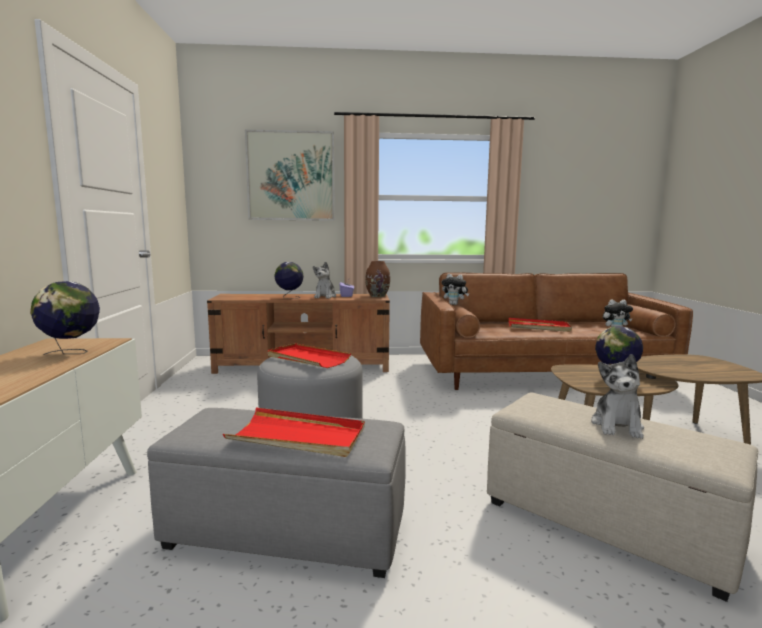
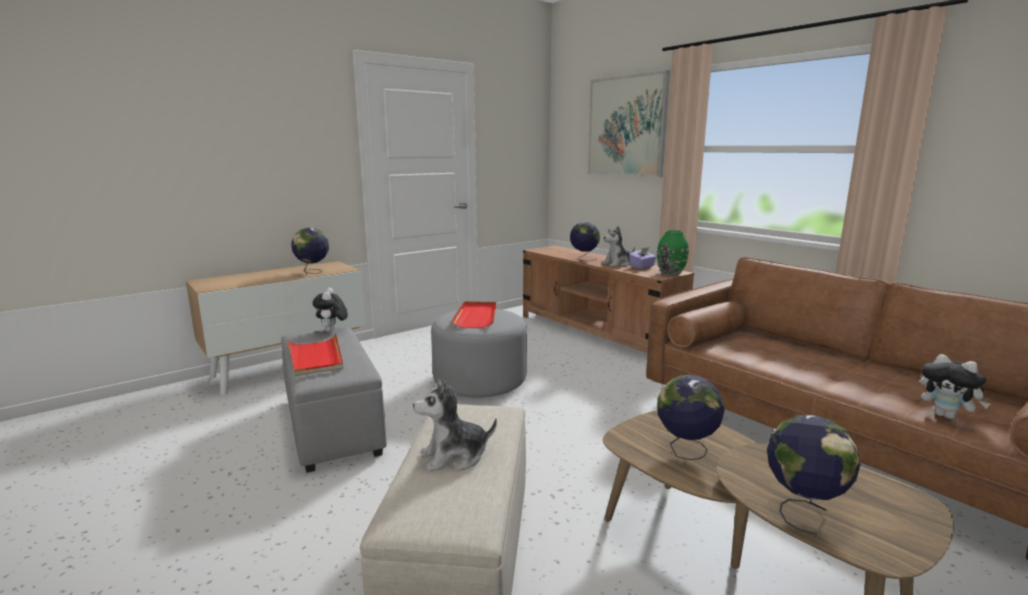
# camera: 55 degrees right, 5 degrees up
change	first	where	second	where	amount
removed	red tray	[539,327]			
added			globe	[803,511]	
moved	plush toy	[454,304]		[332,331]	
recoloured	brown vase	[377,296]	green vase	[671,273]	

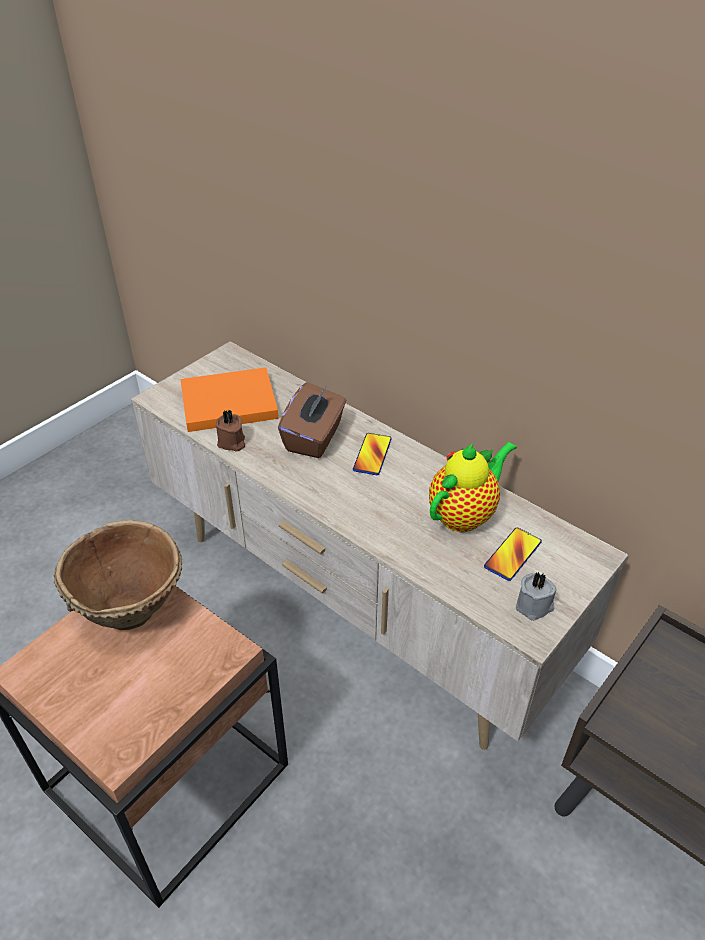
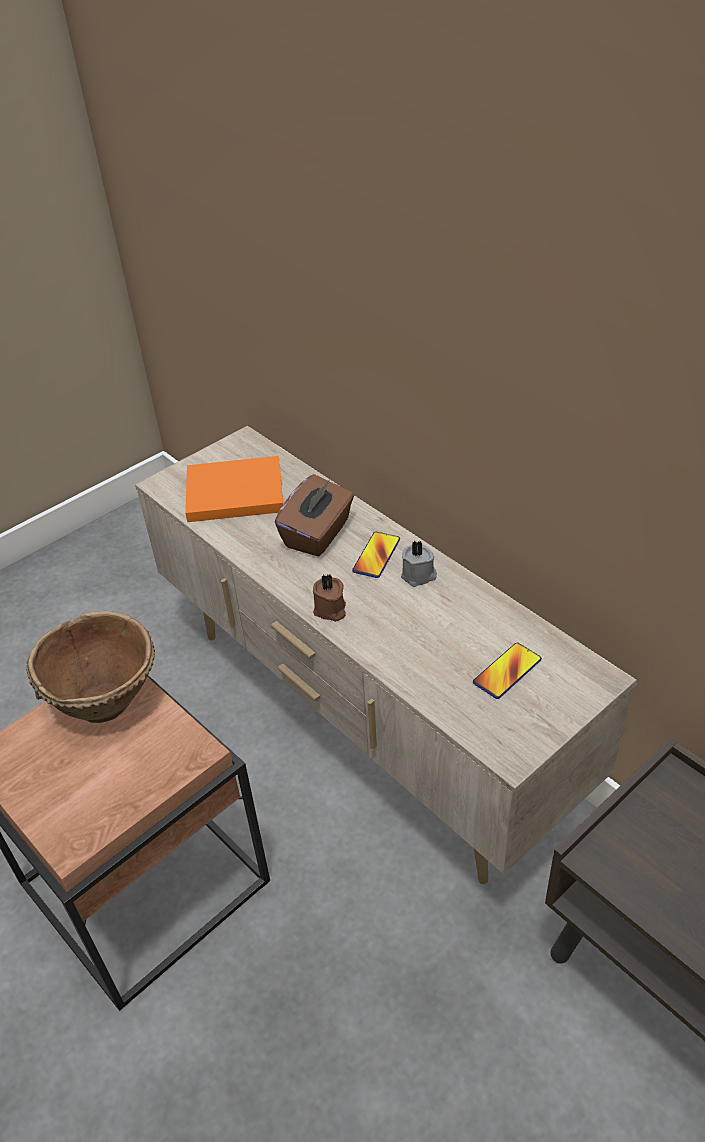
# camera: 10 degrees right, 0 degrees up
change	first	where	second	where	amount
removed	teapot	[465,514]			
moved	brown candle	[231,443]		[330,610]	
moved	grey candle	[535,606]		[419,576]	

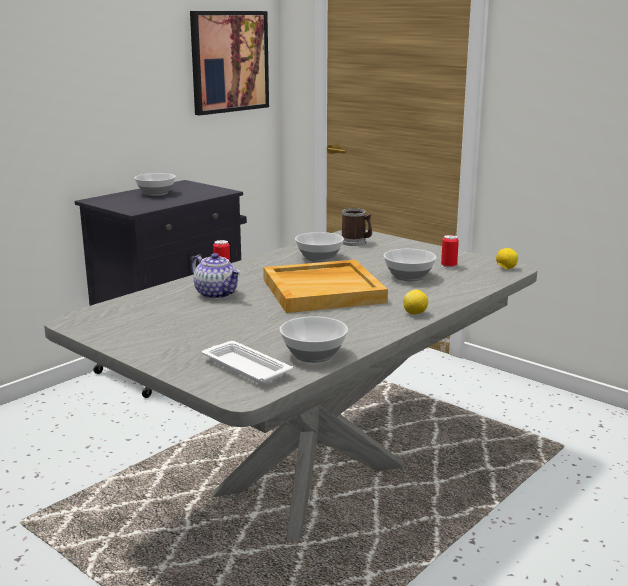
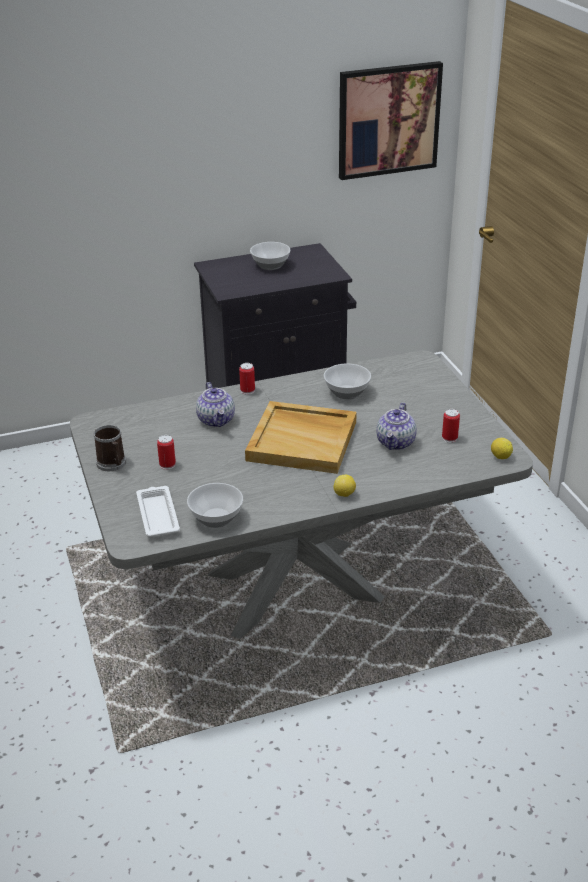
# camera: 30 degrees right, 15 degrees up
change	first	where	second	where	amount
added			can	[167,465]	
moved	mug	[356,242]		[113,464]	
replaced	bowl	[409,276]	teapot	[396,443]	

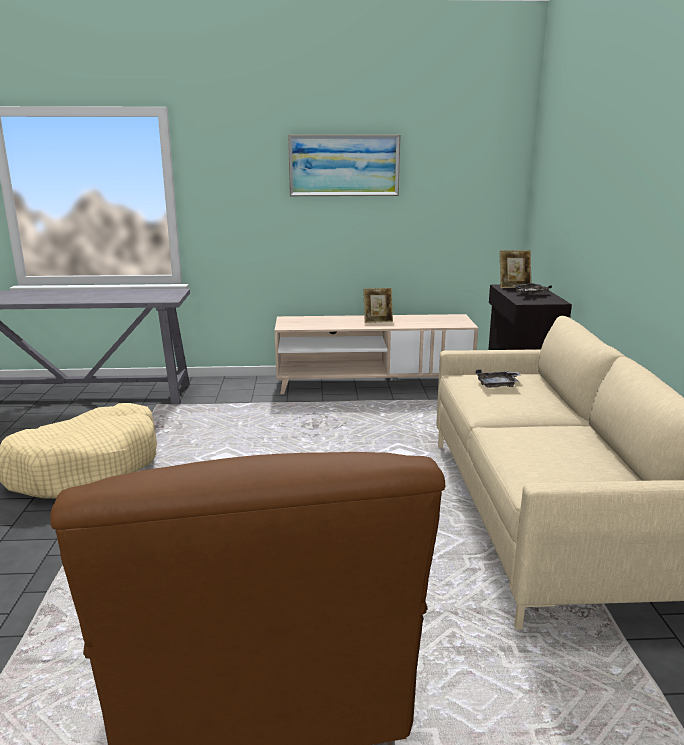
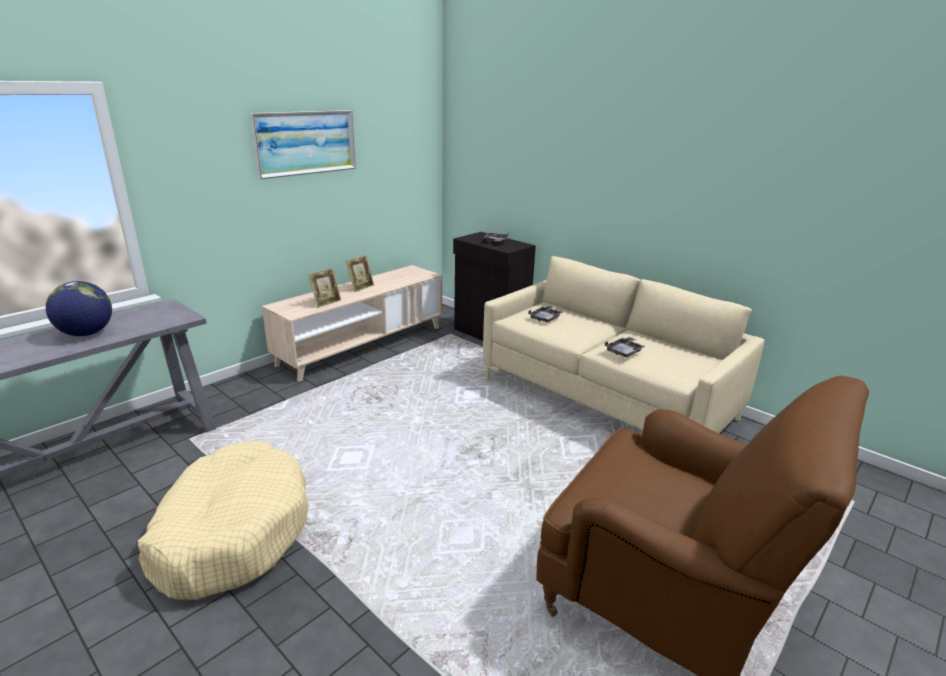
# camera: 45 degrees left, 5 degrees up
change	first	where	second	where	amount
added			globe	[86,334]	
added			grey tray	[624,352]	
moved	picture frame	[514,286]		[326,303]	

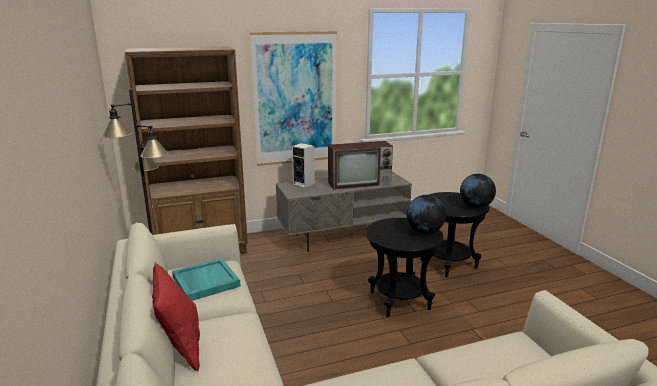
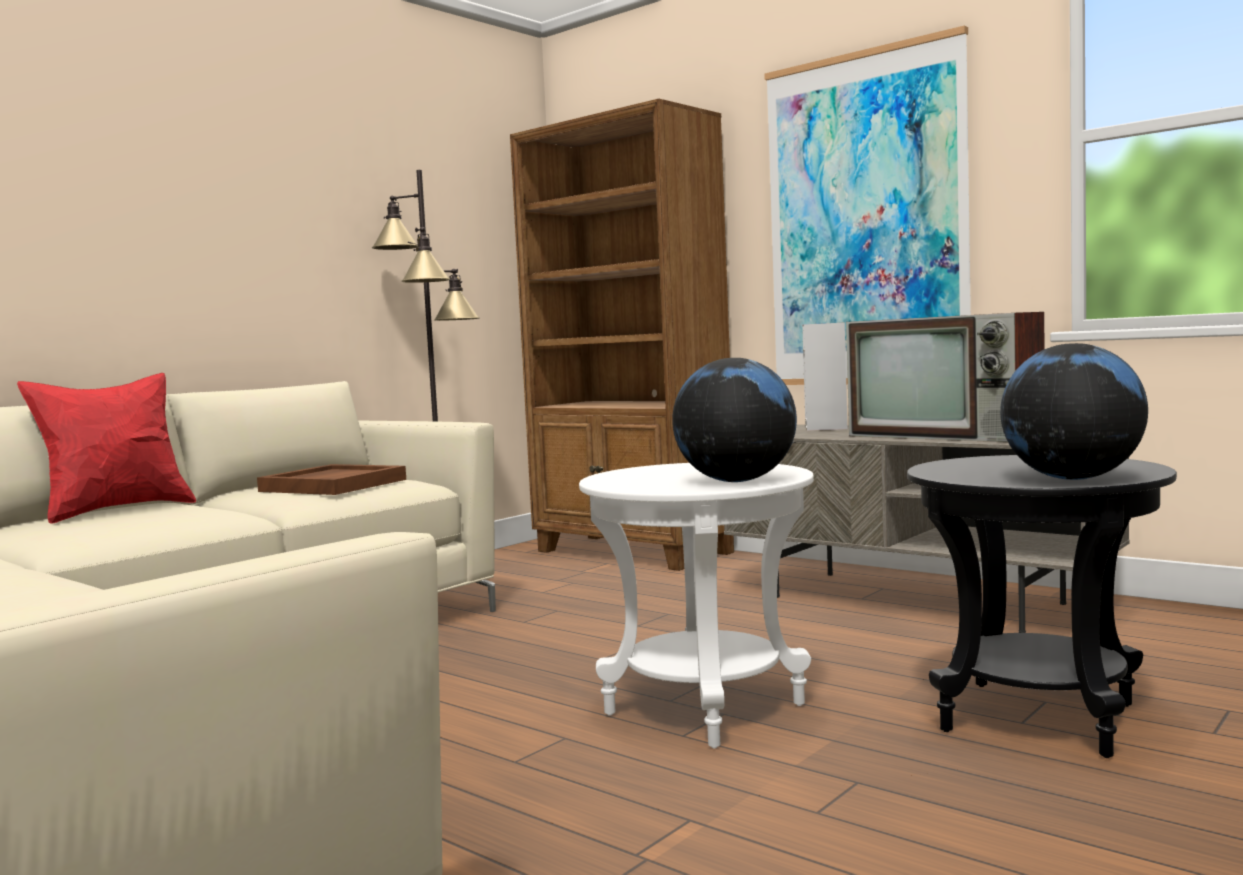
# camera: 60 degrees right, 15 degrees down
change	first	where	second	where	amount
recoloured	turquoise tray	[205,281]	brown tray	[333,485]	
recoloured	black side table	[399,301]	white side table	[704,710]	

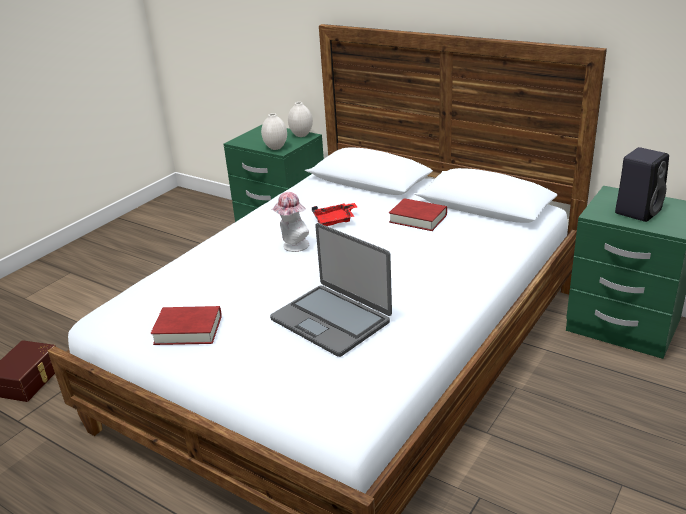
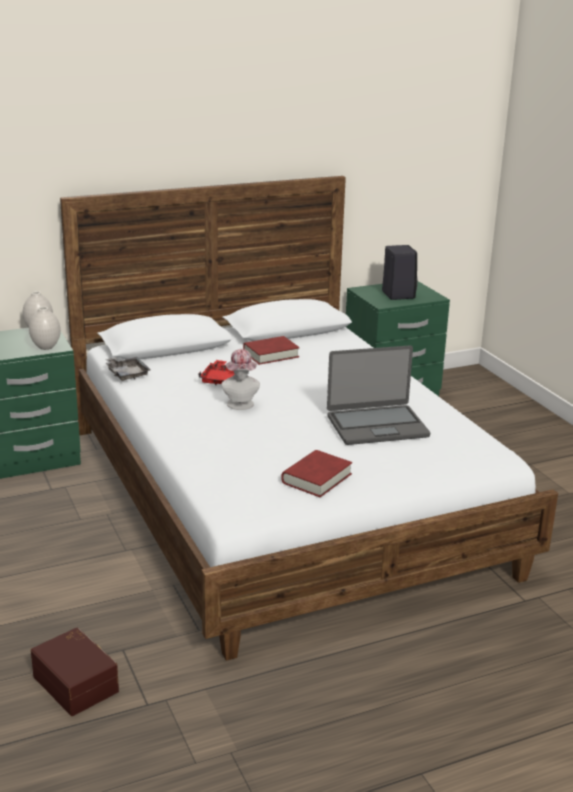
# camera: 60 degrees left, 5 degrees down
change	first	where	second	where	amount
added			grey tray	[127,374]	

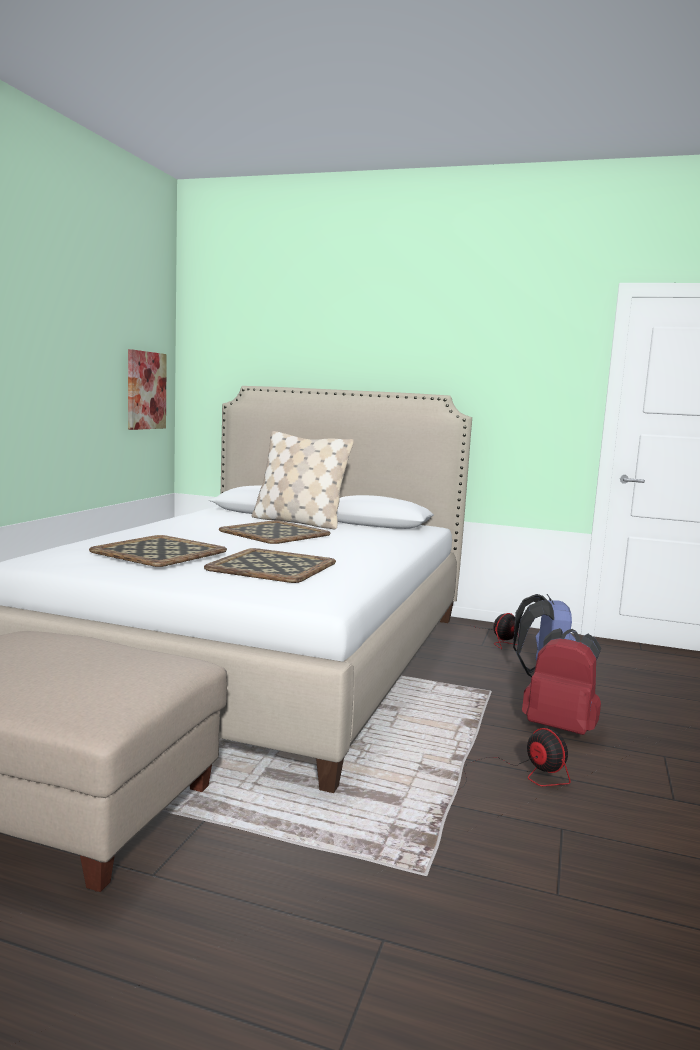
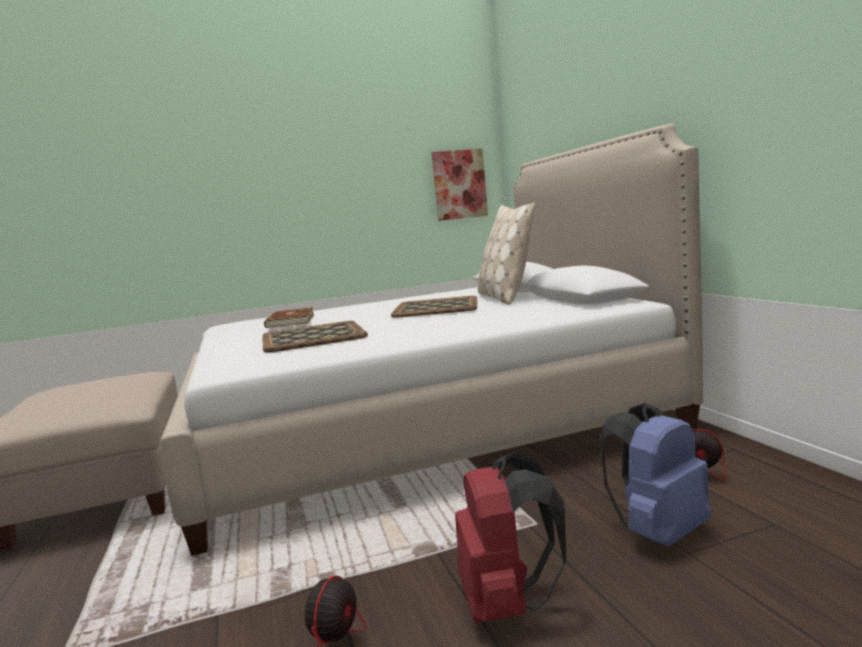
# camera: 55 degrees right, 0 degrees up
change	first	where	second	where	amount
replaced	tray	[159,552]	brown book	[289,321]	

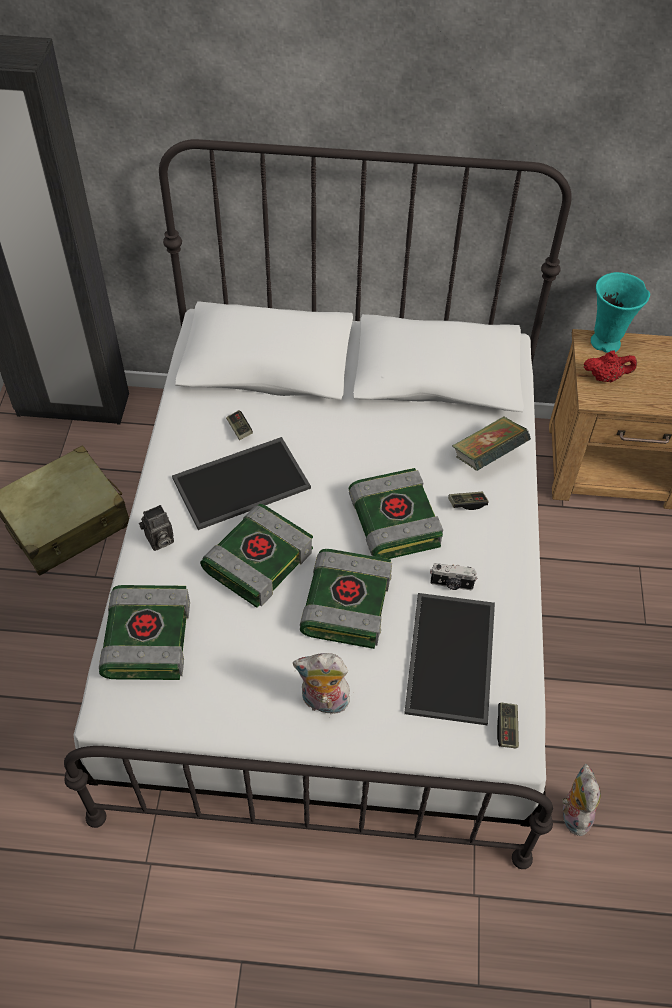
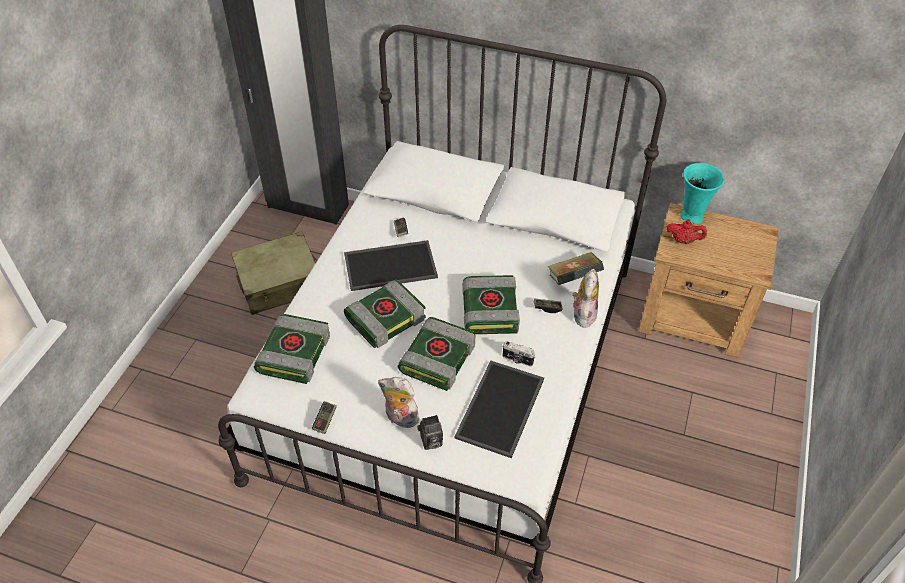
# camera: 15 degrees right, 5 degrees down
change	first	where	second	where	amount
moved	photo camera	[159,541]		[430,442]	
moved	game controller	[507,728]		[325,420]	
moved	plush toy	[573,813]		[583,314]	

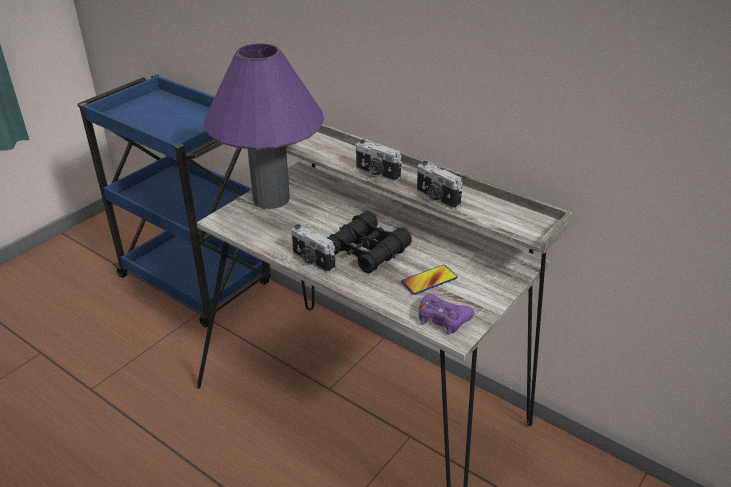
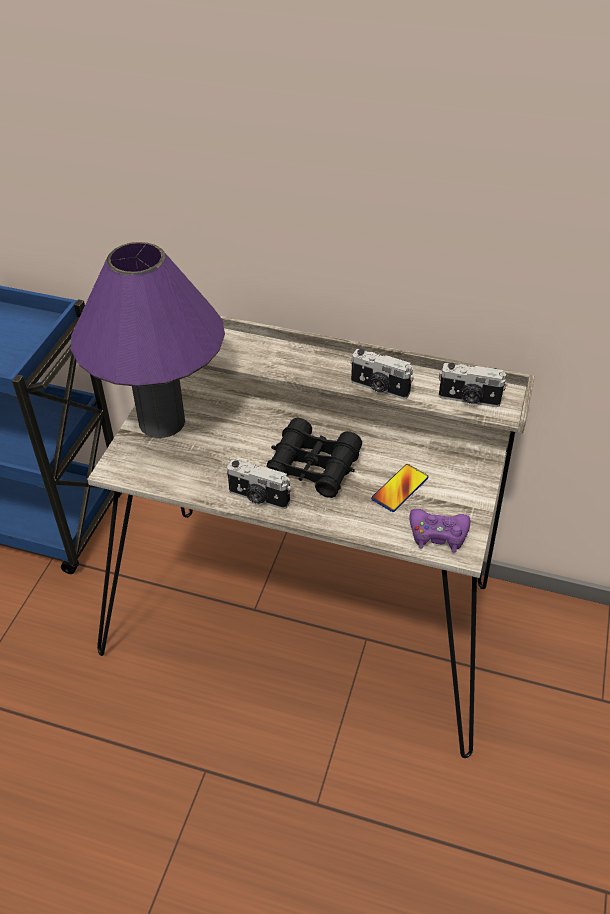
# camera: 20 degrees left, 10 degrees up
change	first	where	second	where	amount
moved	photo camera	[377,174]		[469,399]	

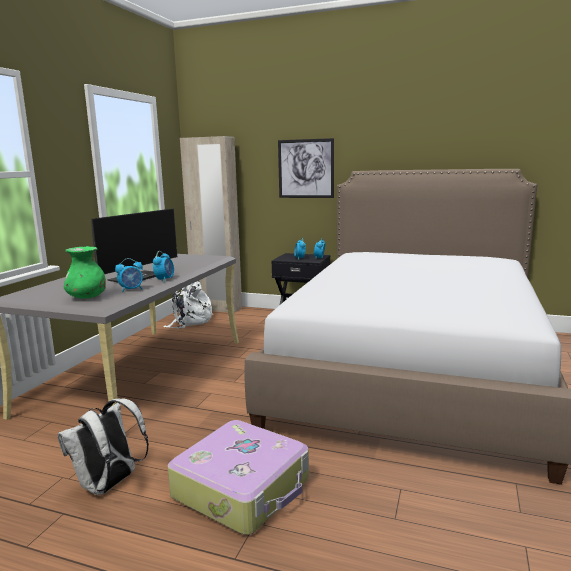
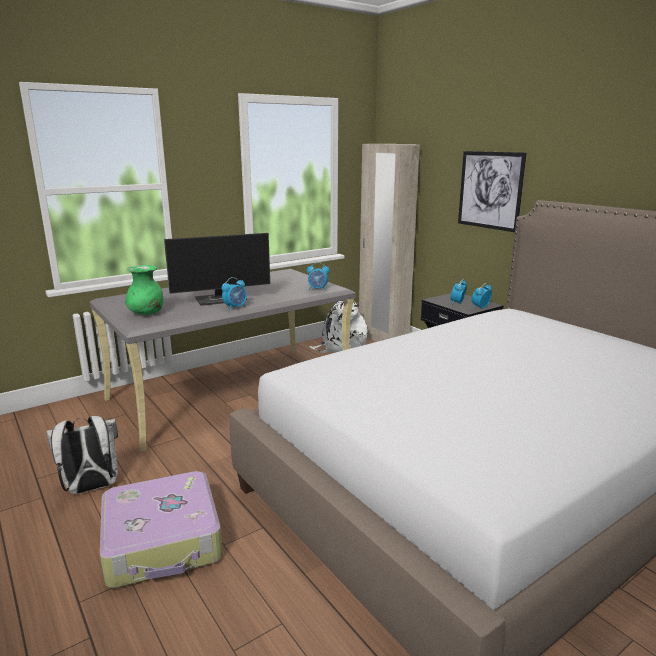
# camera: 35 degrees right, 5 degrees up
change	first	where	second	where	amount
moved	alarm clock	[131,290]		[318,289]	

